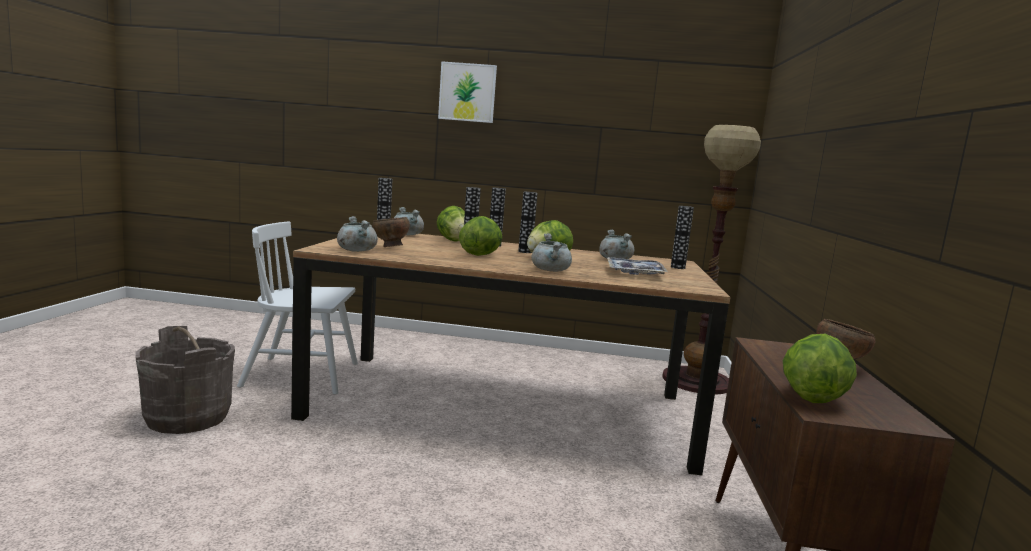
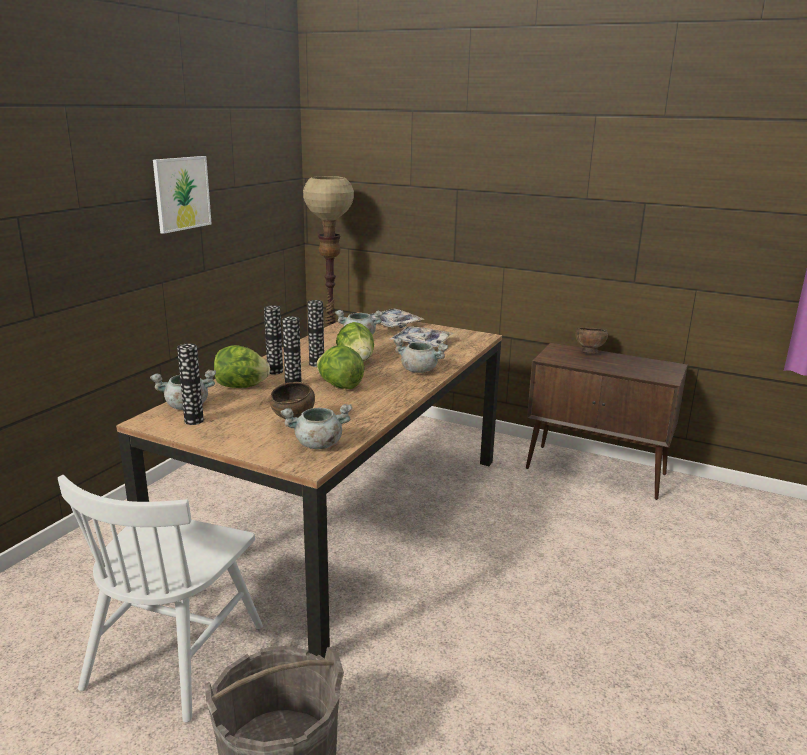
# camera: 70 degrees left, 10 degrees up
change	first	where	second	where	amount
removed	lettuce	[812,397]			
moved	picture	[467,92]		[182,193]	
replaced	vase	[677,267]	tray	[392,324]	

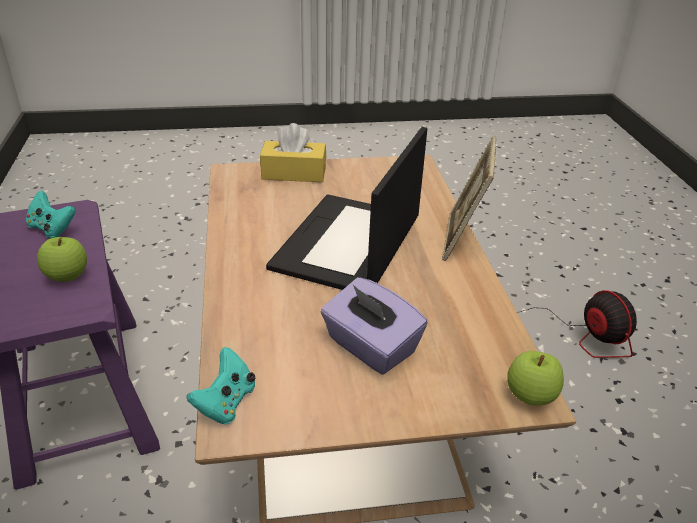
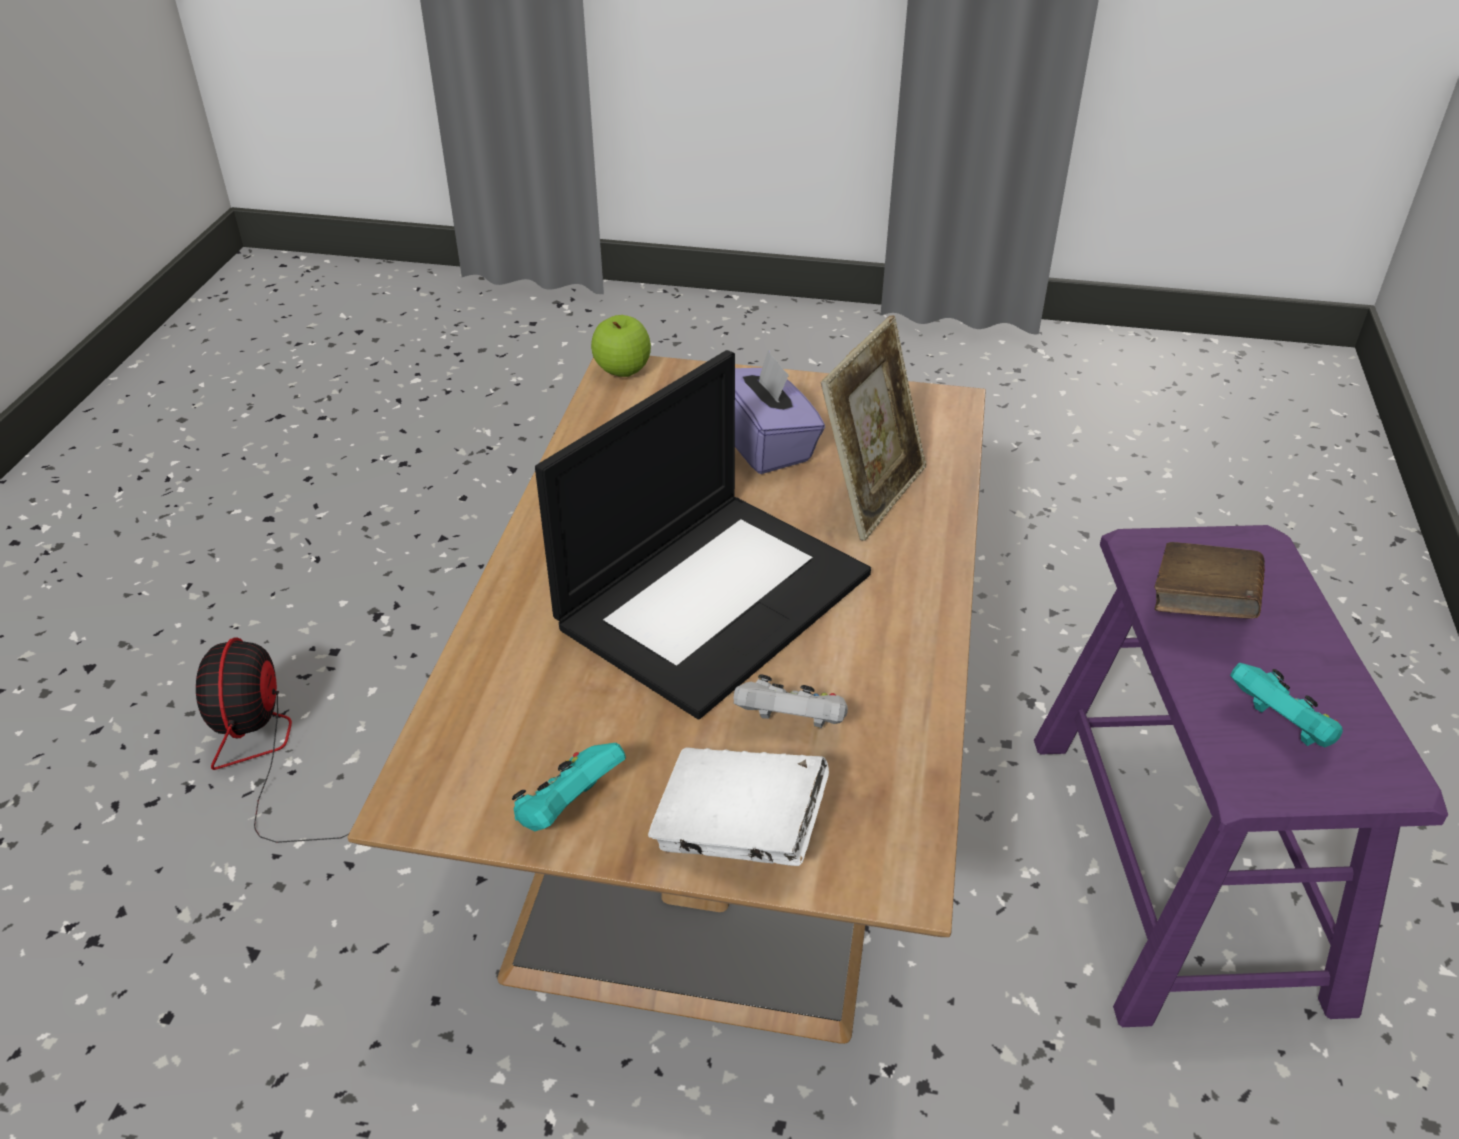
# camera: 160 degrees left, 5 degrees up
change	first	where	second	where	amount
added			white game controller	[791,724]	
moved	turquoise game controller	[226,402]		[568,809]	
moved	picture frame	[462,239]		[871,494]	
replaced	apple	[67,277]	brown book	[1200,607]	
replaced	yellow tissue box	[294,173]	white book	[739,831]	

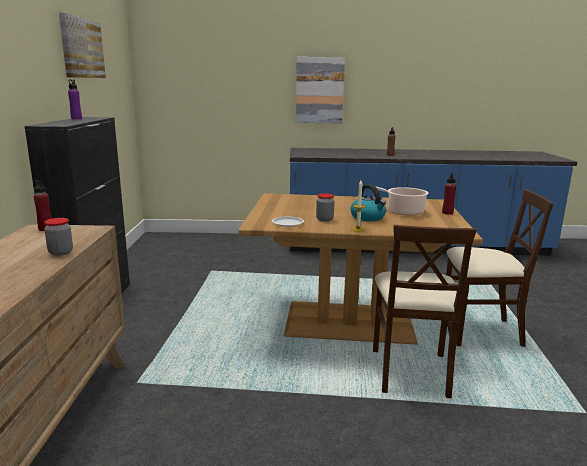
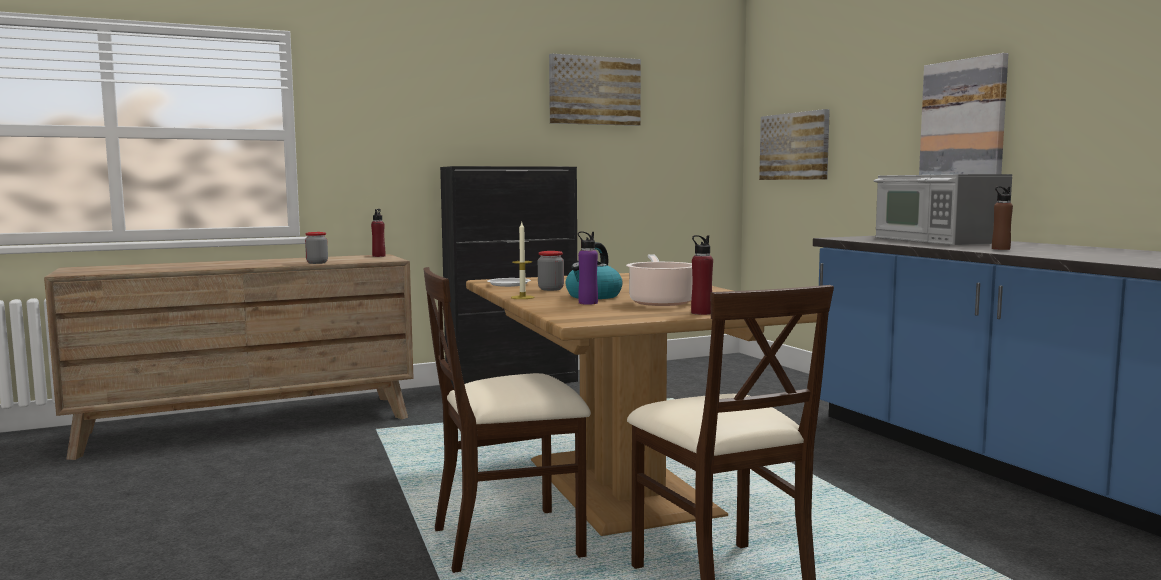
# camera: 65 degrees right, 10 degrees down
change	first	where	second	where	amount
added			picture	[795,146]	
added			microwave	[936,240]	
moved	purple bottle	[76,118]		[588,303]	

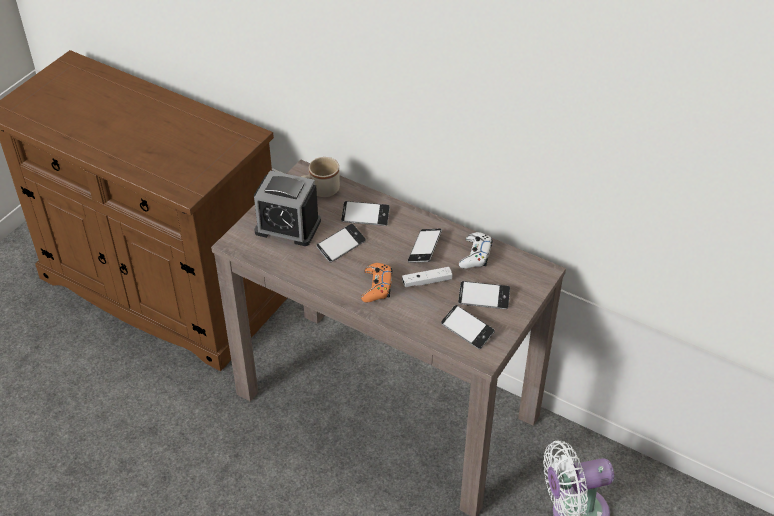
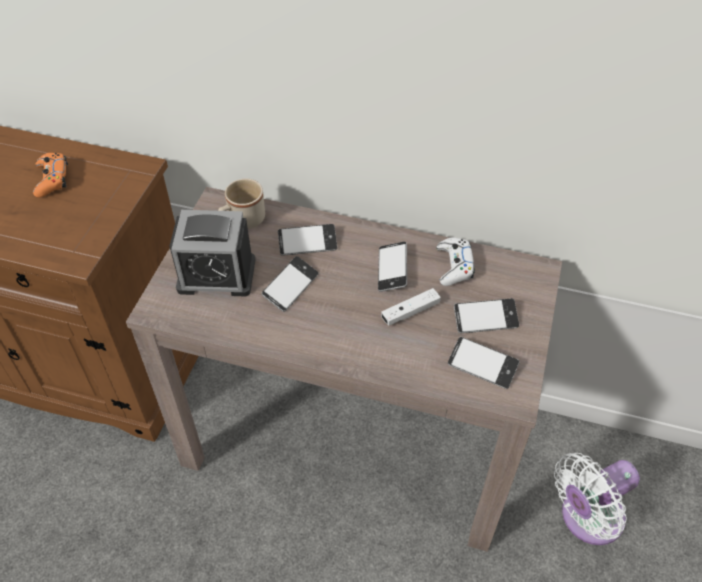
# camera: 15 degrees left, 5 degrees up
change	first	where	second	where	amount
moved	orange game controller	[377,287]		[52,179]	

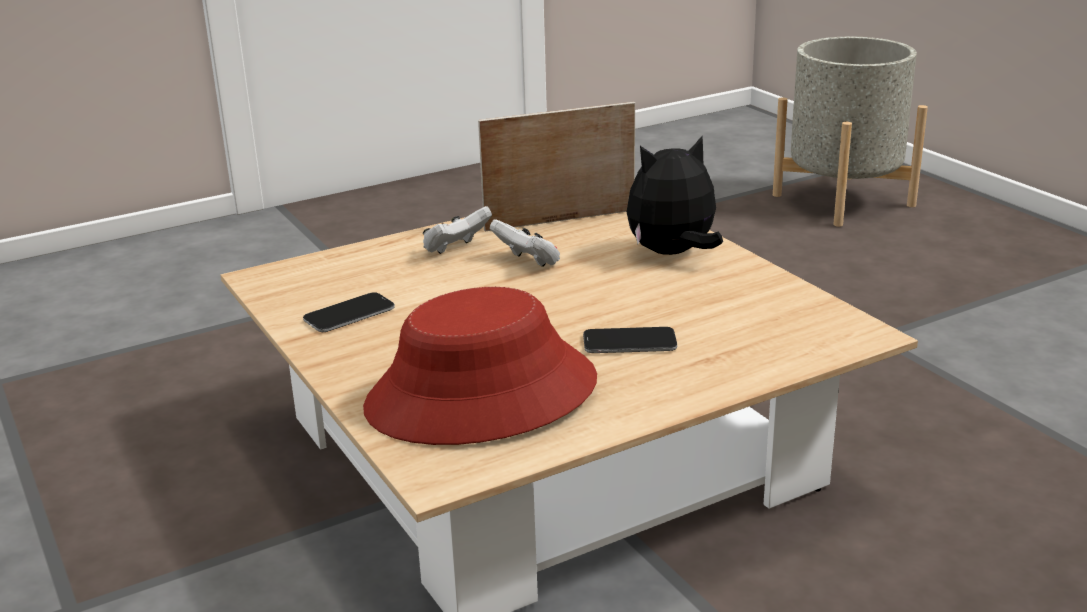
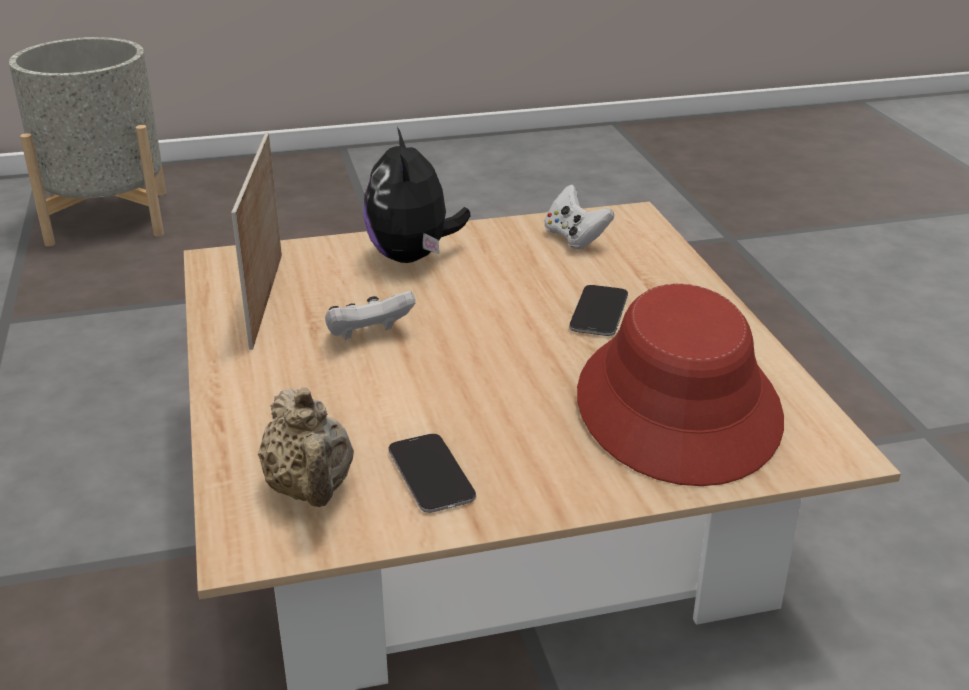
# camera: 75 degrees left, 5 degrees up
change	first	where	second	where	amount
added			beige teapot	[311,490]	
moved	white game controller	[456,249]		[575,238]	

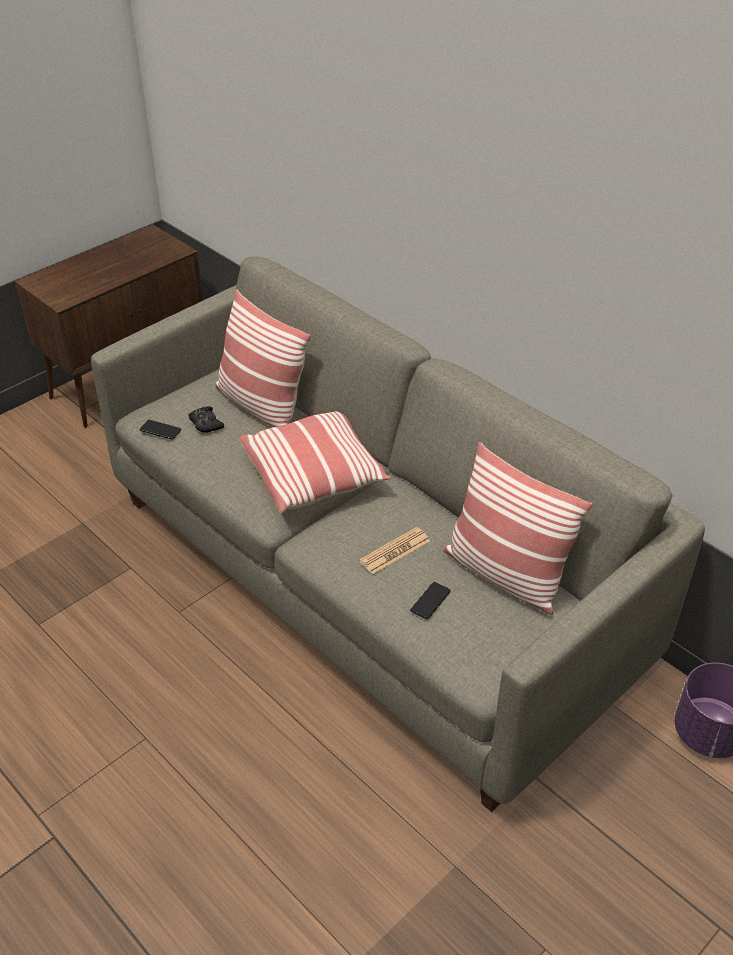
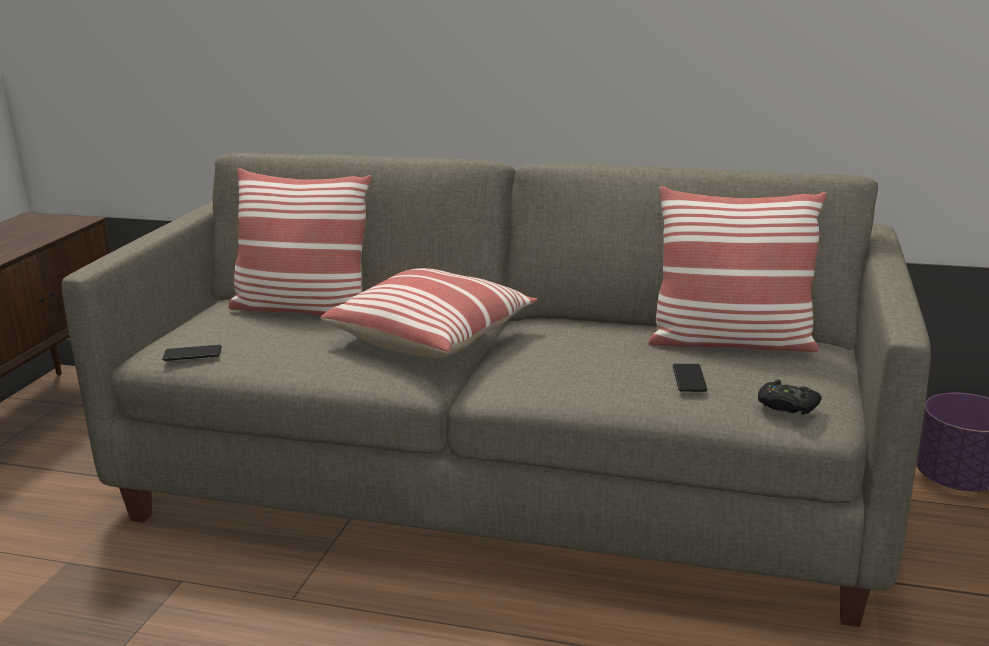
# camera: 30 degrees left, 20 degrees down
change	first	where	second	where	amount
removed	newspaper	[395,551]			
moved	black game controller	[206,423]		[787,405]	

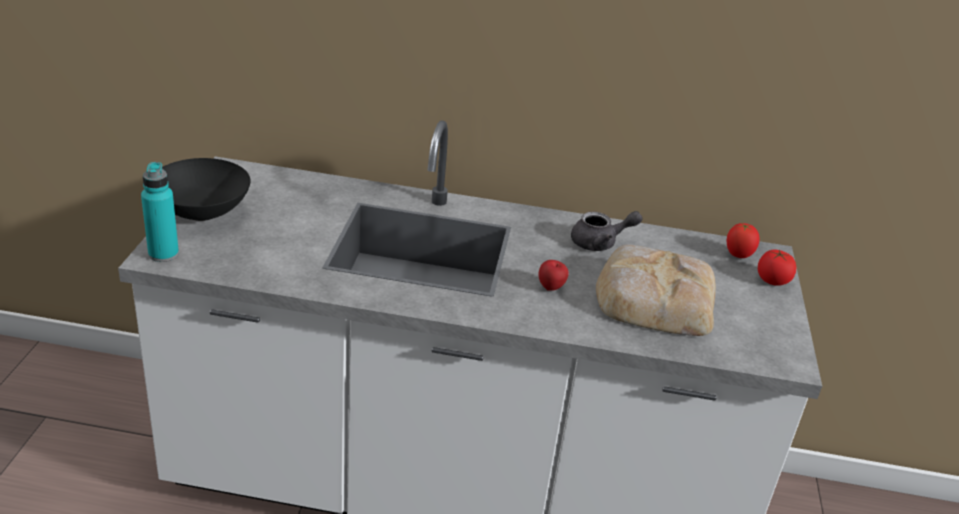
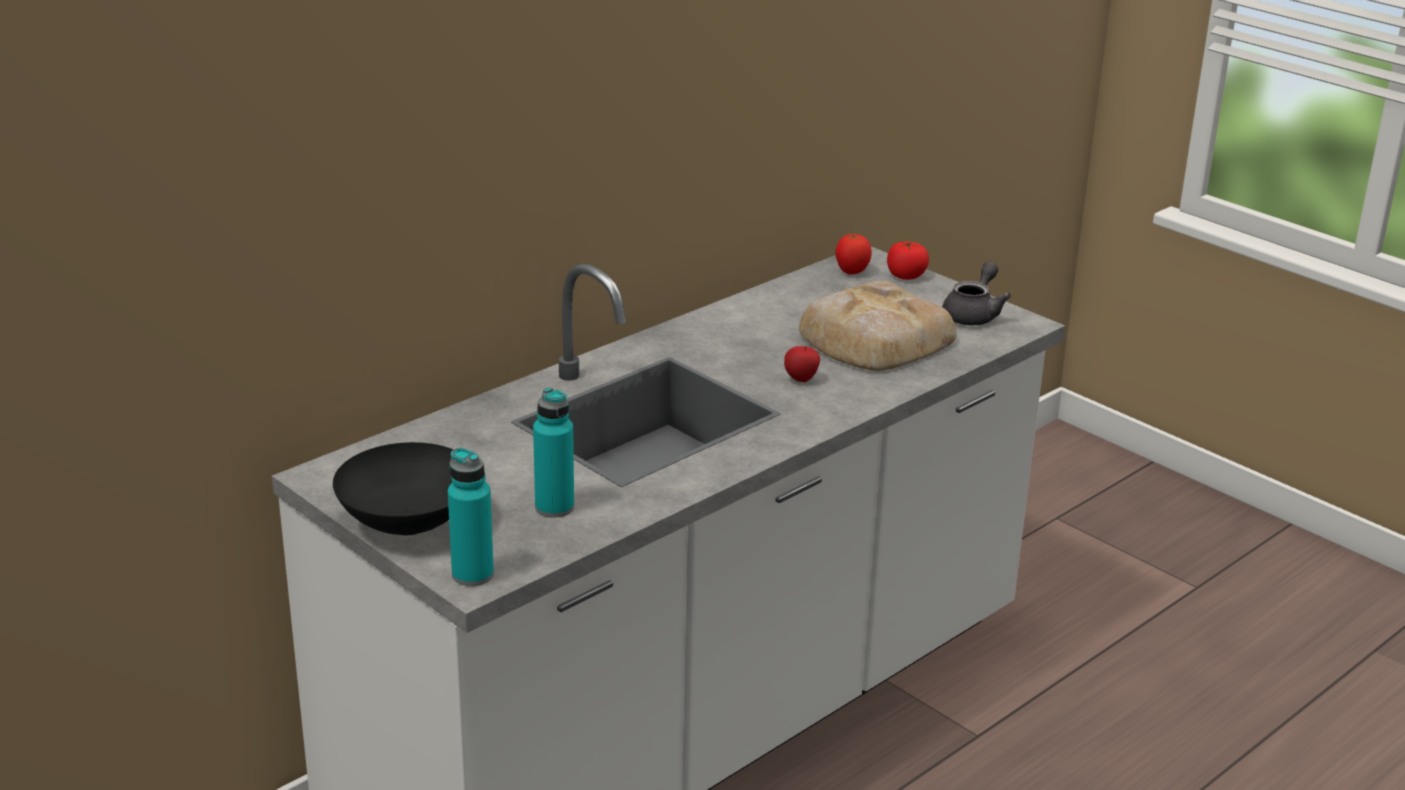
# camera: 50 degrees left, 5 degrees down
change	first	where	second	where	amount
added			turquoise bottle	[554,507]	
moved	grey teapot	[600,243]		[974,314]	

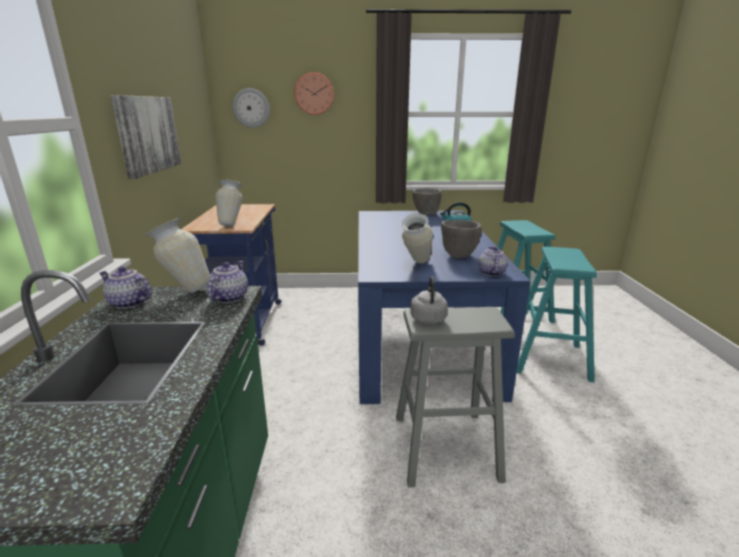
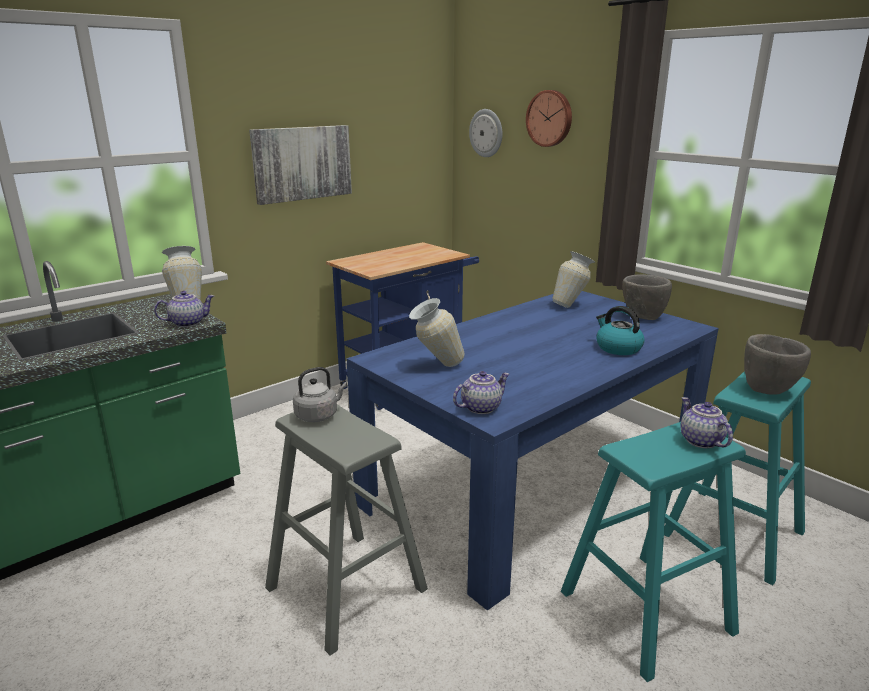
# camera: 50 degrees right, 0 degrees up
change	first	where	second	where	amount
moved	teapot	[128,303]		[700,441]	
moved	vase	[232,224]		[571,305]	
moved	grey bowl	[458,255]		[768,389]	

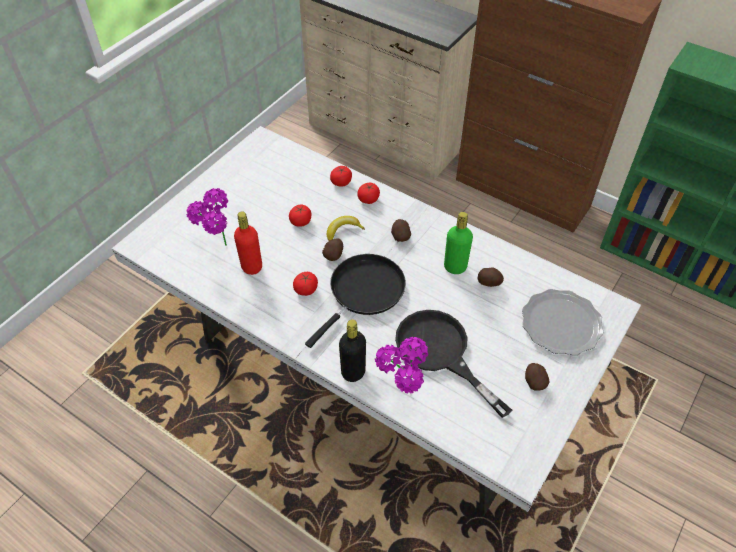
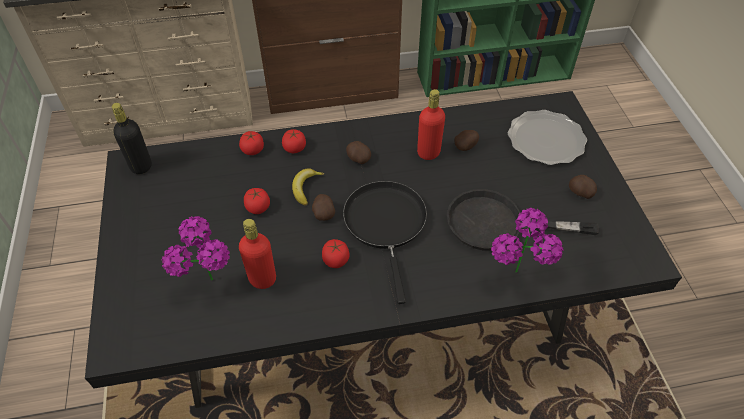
# camera: 45 degrees left, 0 degrees up
change	first	where	second	where	amount
moved	black bottle	[353,372]		[141,166]	
recoloured	white dining table	[369,376]	black dining table	[373,315]	
recoloured	green bottle	[455,267]	red bottle	[428,153]	

